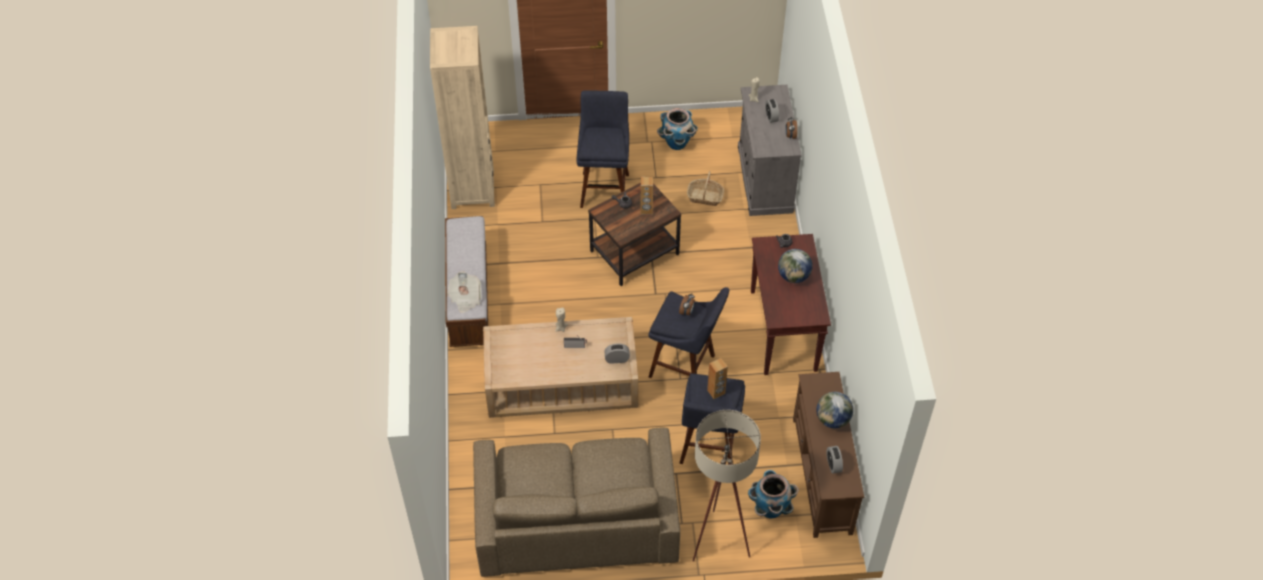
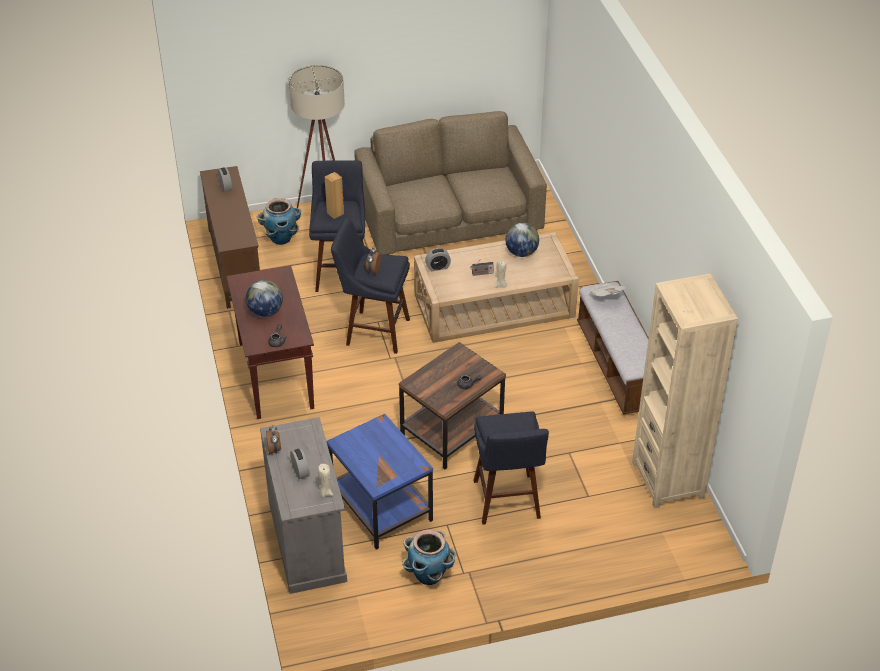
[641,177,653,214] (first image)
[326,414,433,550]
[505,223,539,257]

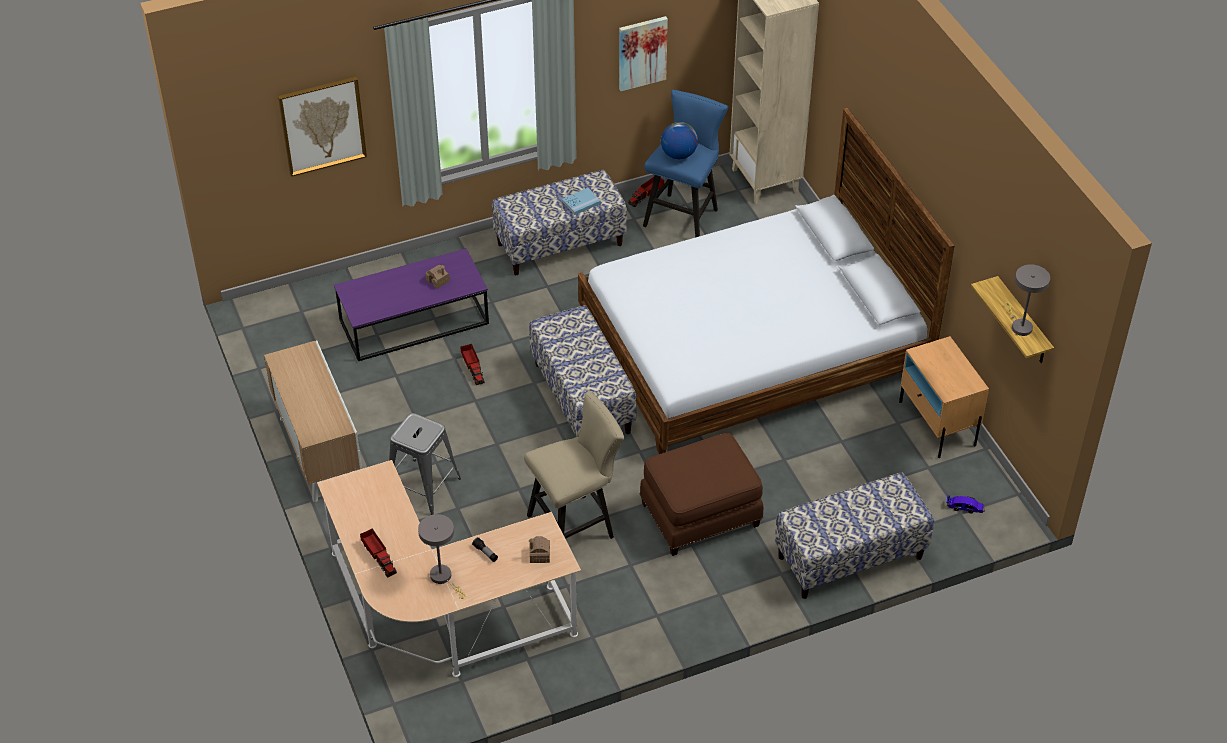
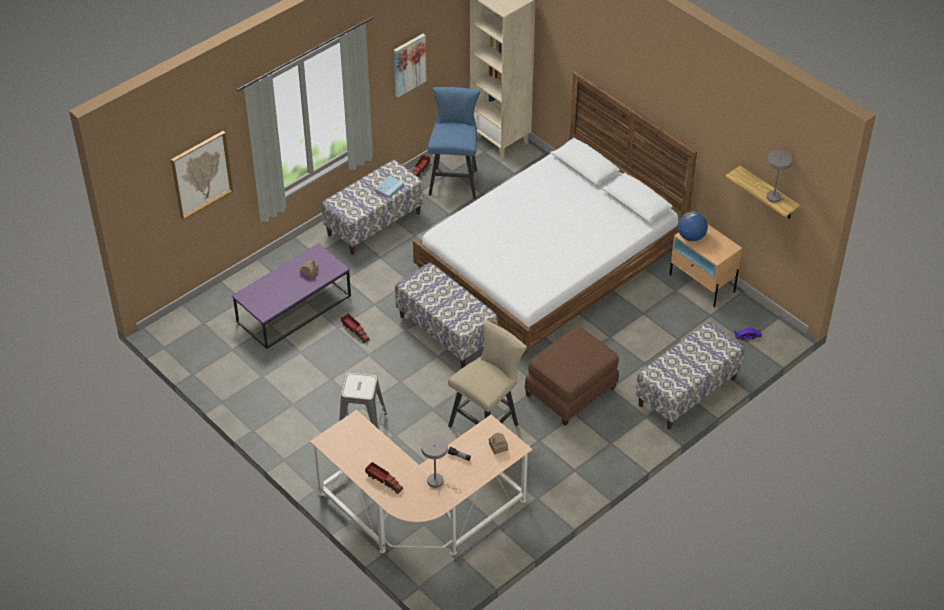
[264,340,362,502] (first image)
[678,211,708,241]

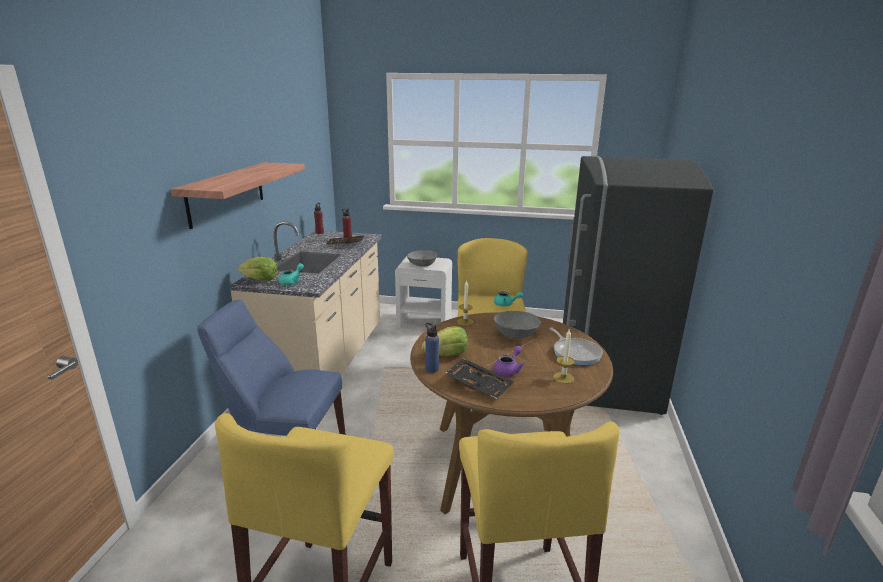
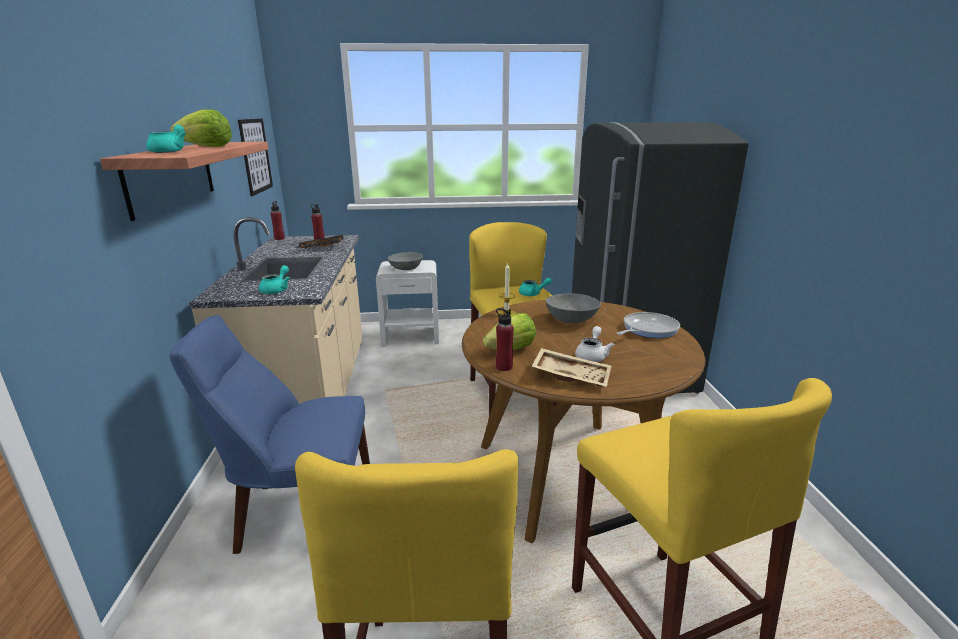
[170,109,232,147]
[496,308,514,371]
[531,348,611,387]
[575,326,615,362]
[617,312,680,338]
[553,329,575,384] (first image)
[146,125,186,153]
[238,118,273,196]

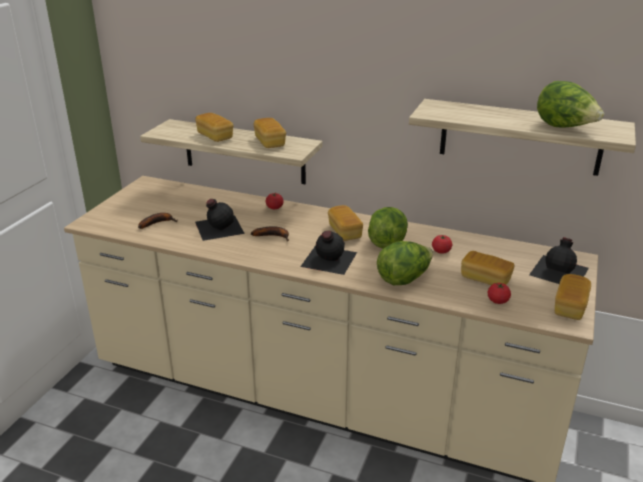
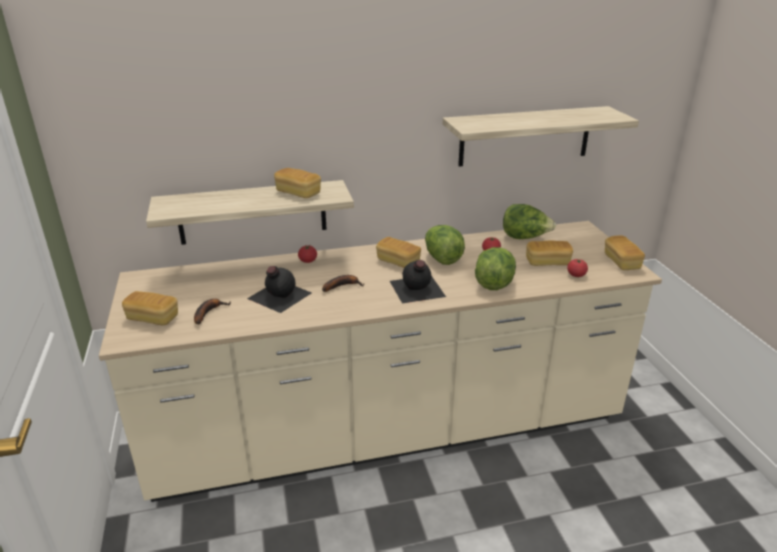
[122,291,178,325]
[529,237,589,284] (first image)
[503,204,556,239]

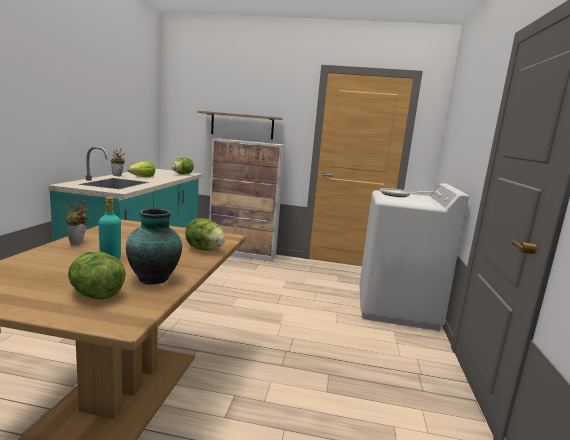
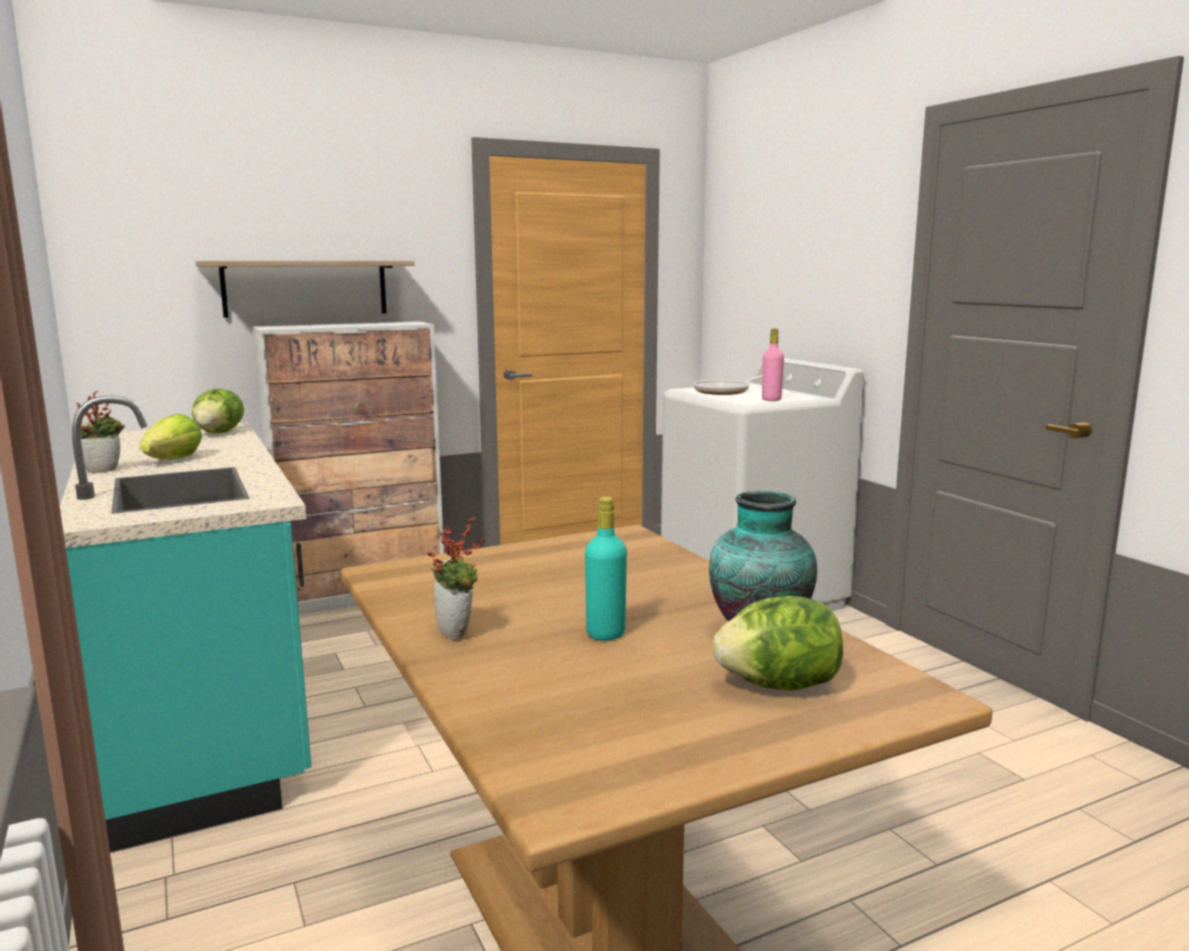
[185,218,225,250] (first image)
[762,328,784,401]

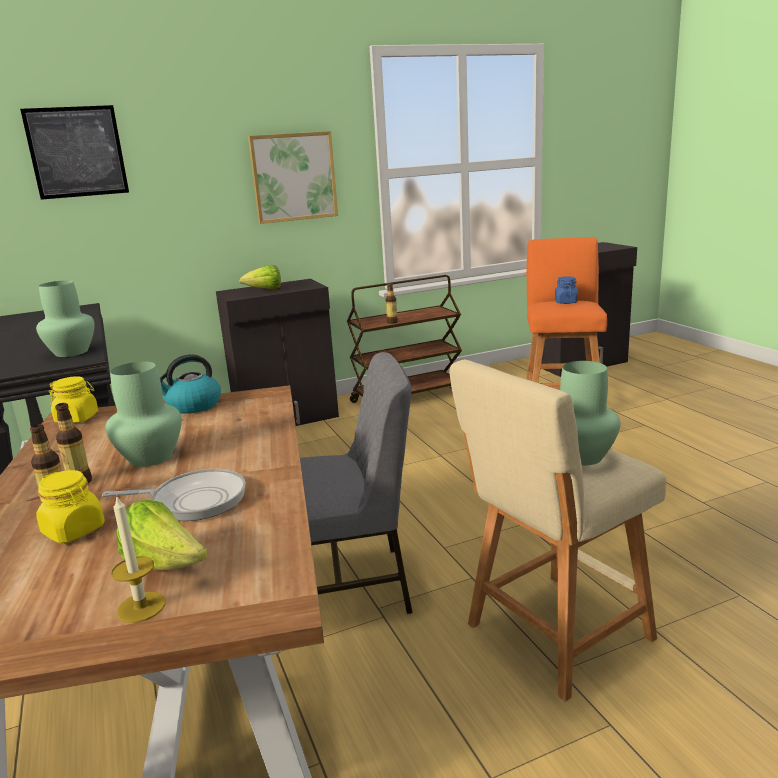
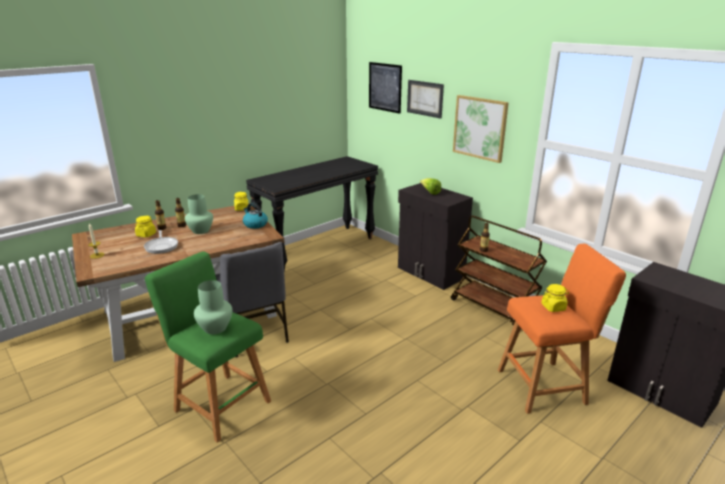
[36,280,94,357] (first image)
[116,500,208,570] (first image)
[145,251,271,443]
[542,284,569,312]
[407,80,444,119]

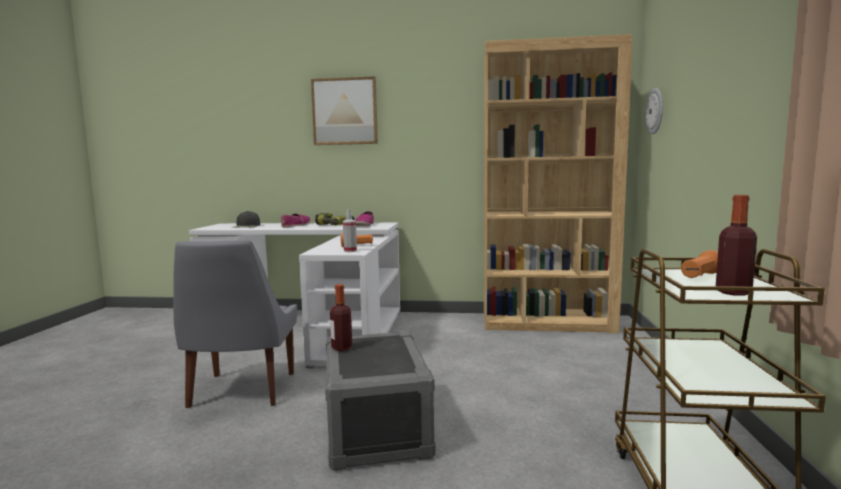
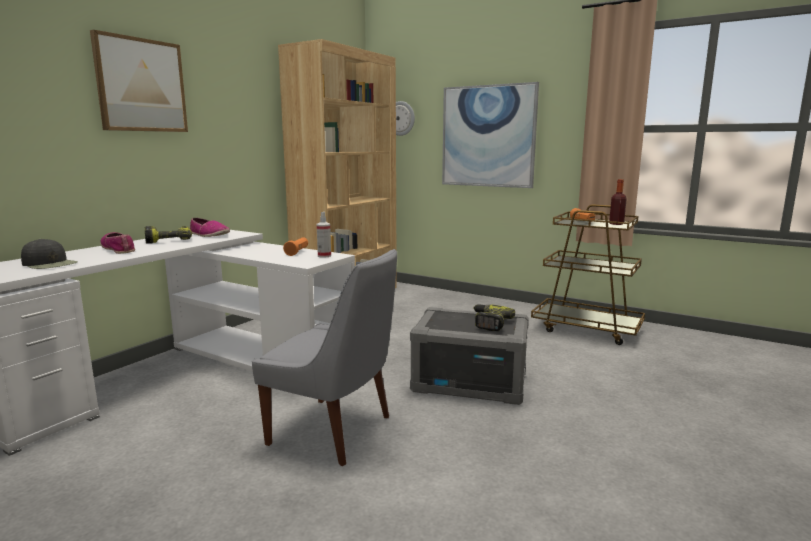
[330,284,352,351] (first image)
[442,82,539,188]
[473,304,515,331]

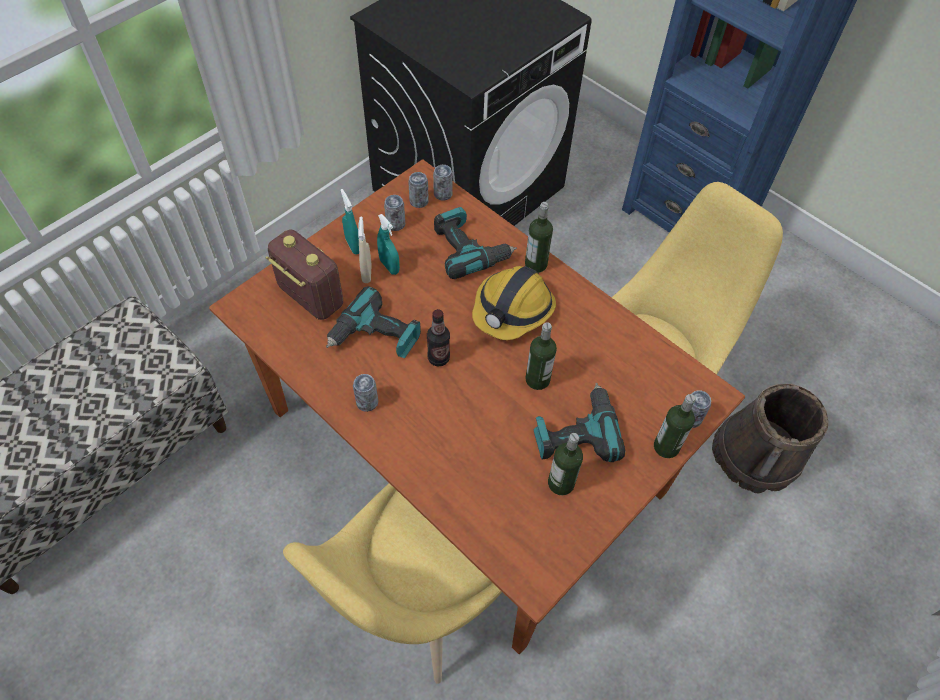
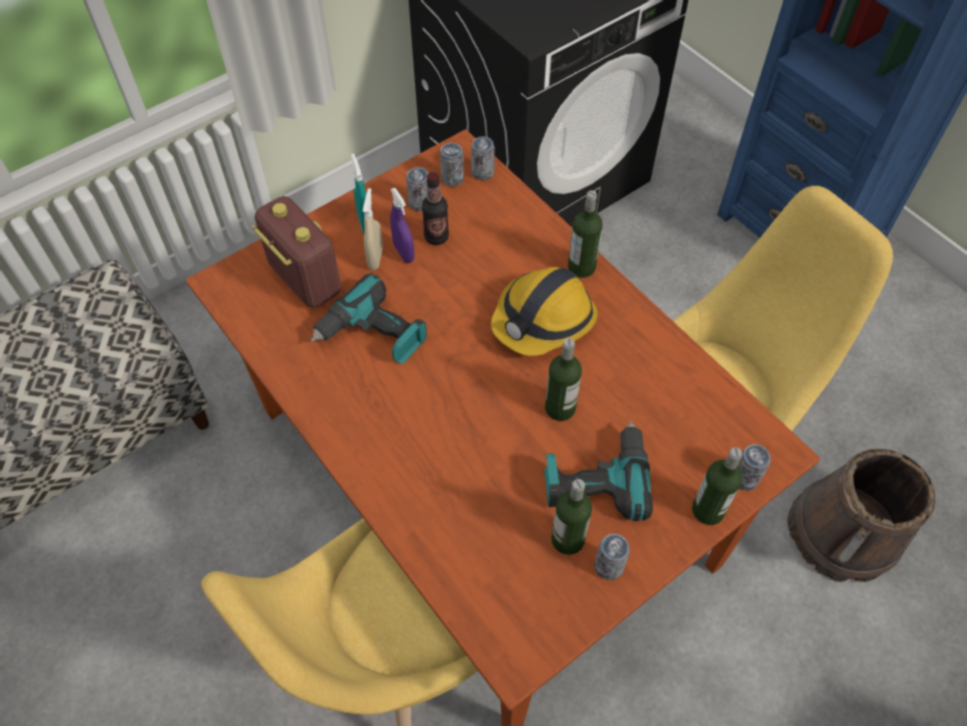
[594,534,630,580]
[390,188,415,263]
[422,172,449,245]
[434,207,517,279] (first image)

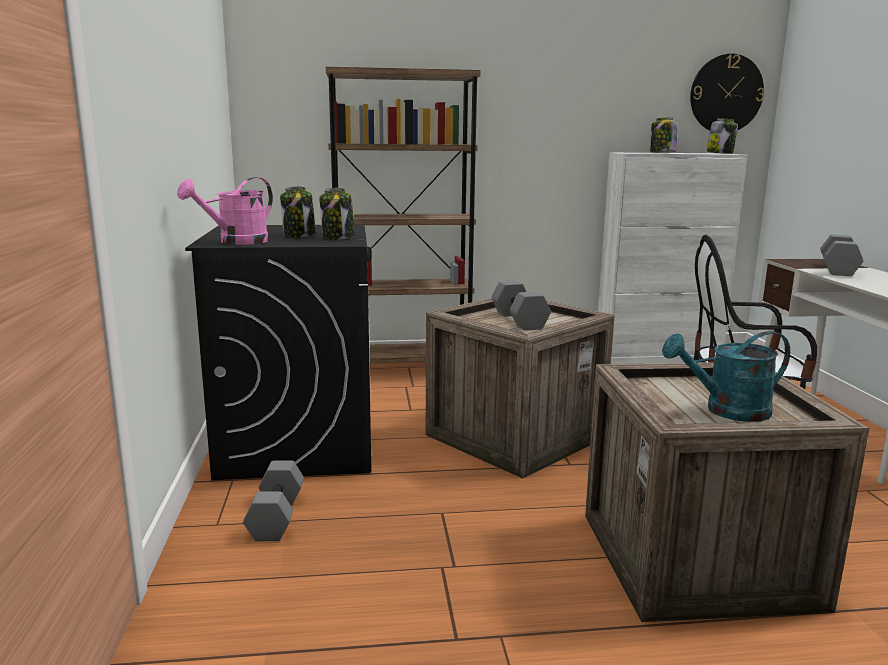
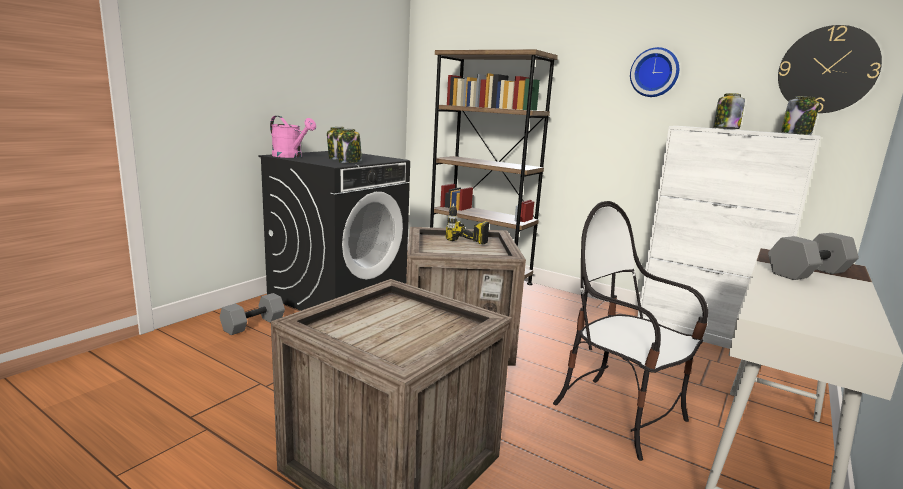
[270,116,316,158]
[446,203,489,245]
[662,331,790,422] (first image)
[630,47,679,97]

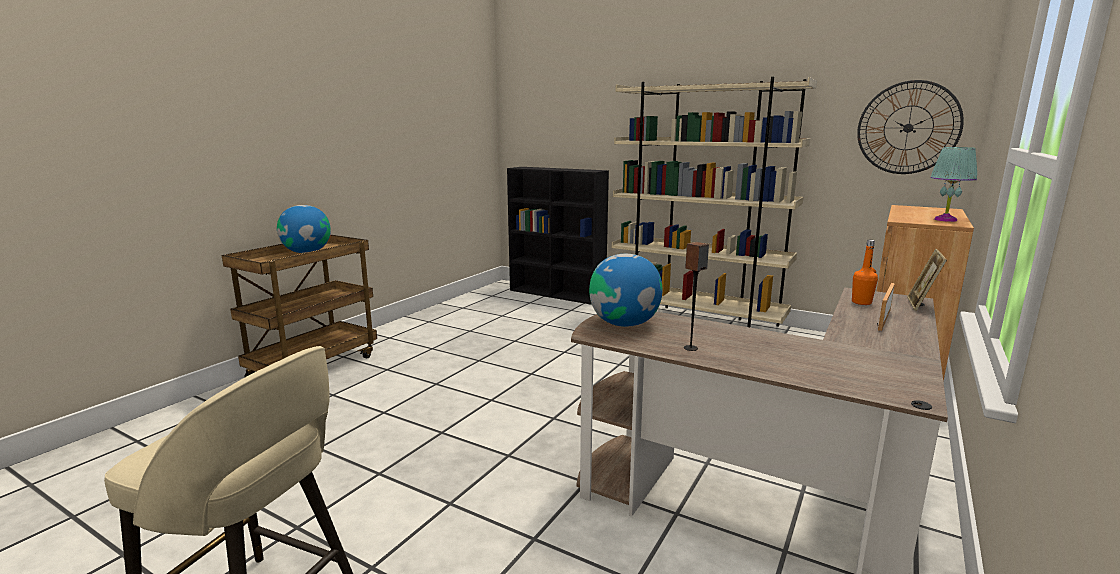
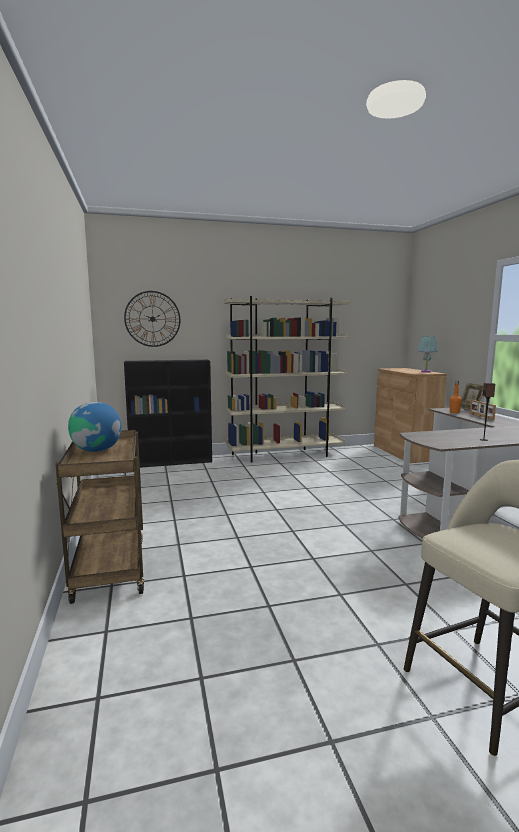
[589,254,662,327] (first image)
[124,291,180,347]

